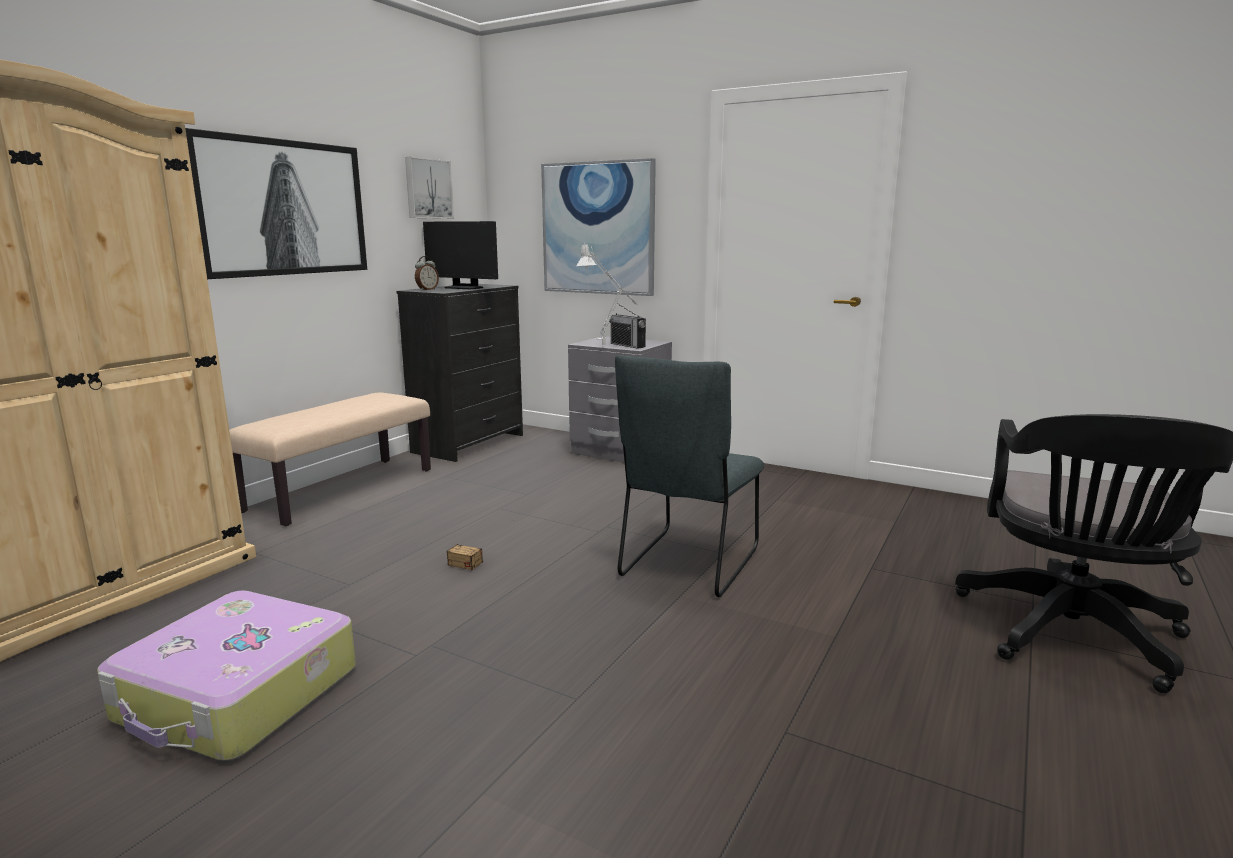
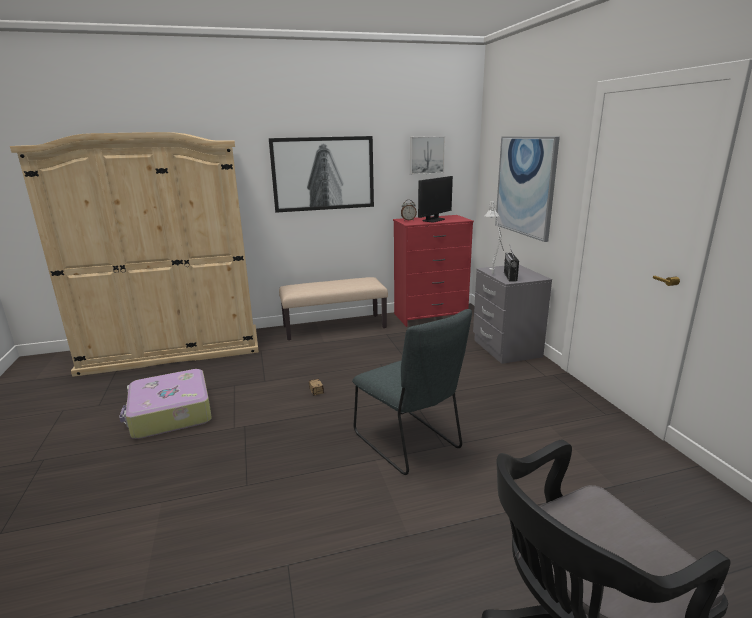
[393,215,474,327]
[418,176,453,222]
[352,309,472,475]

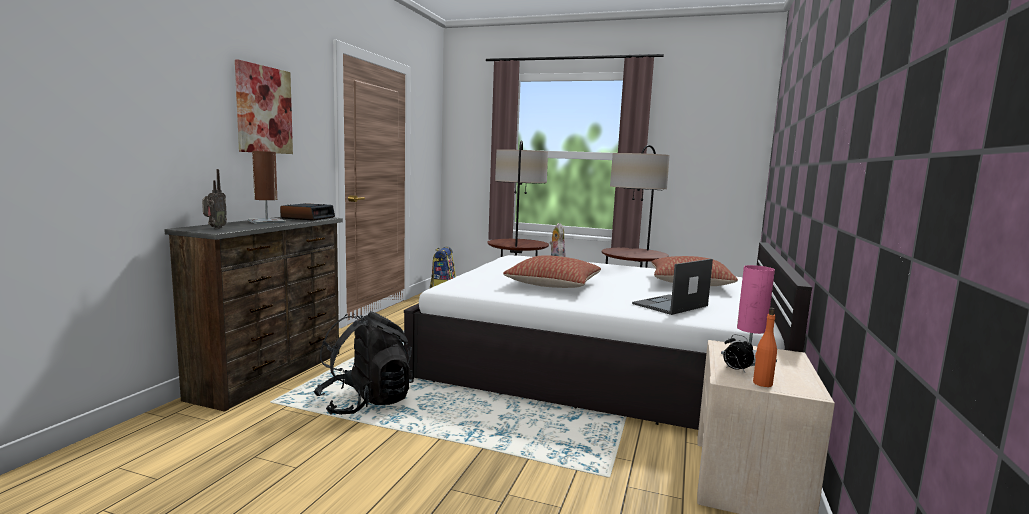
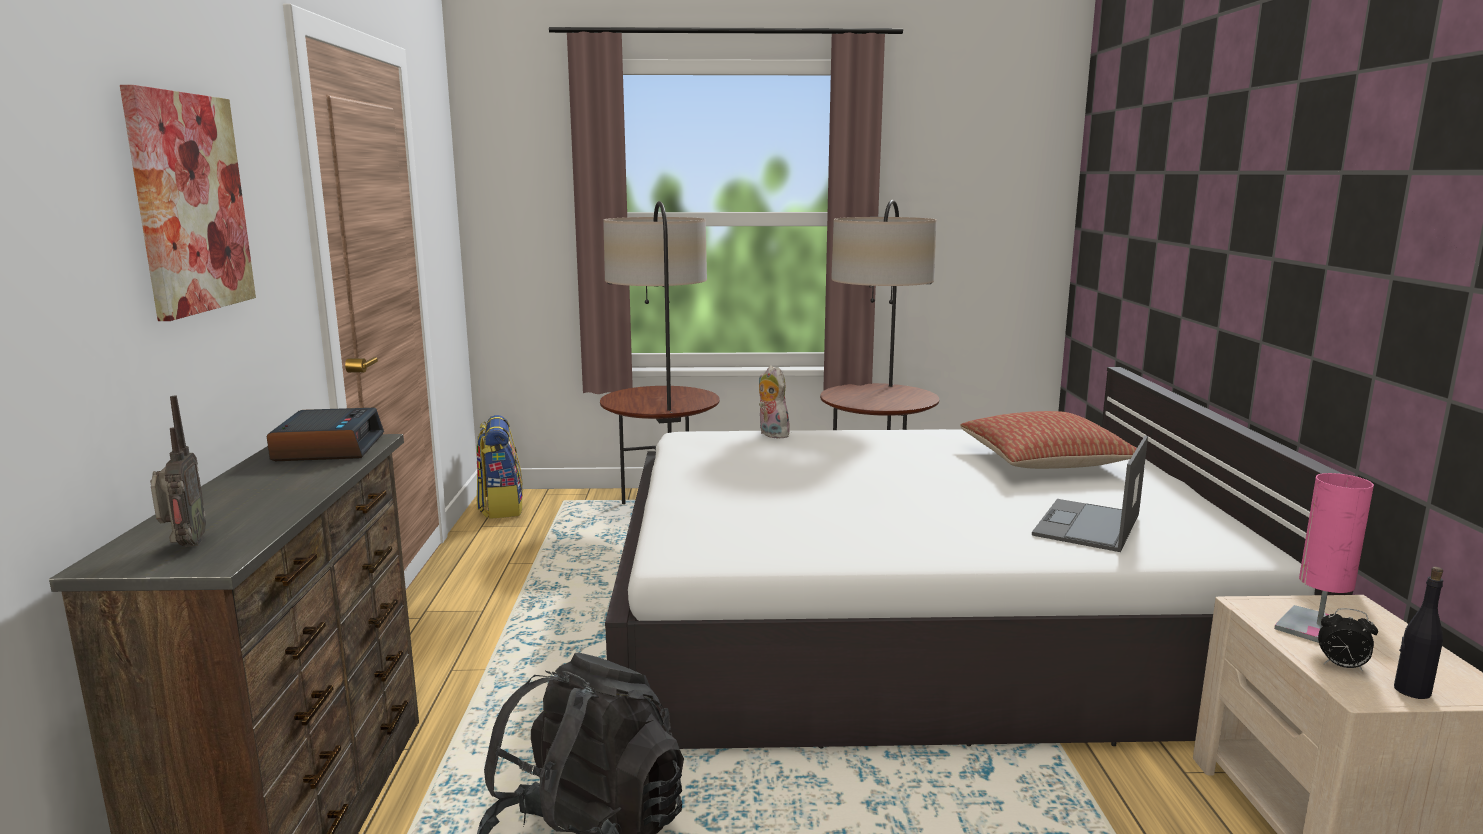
[248,151,286,224] (first image)
[503,256,601,288] (first image)
[1394,567,1443,699]

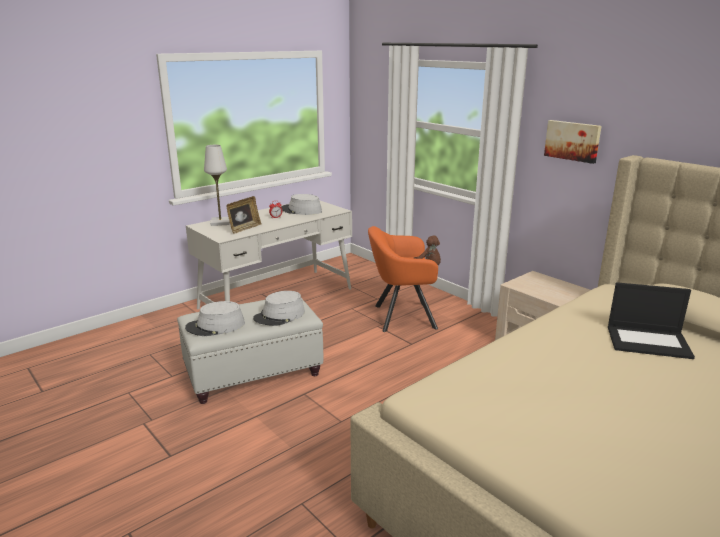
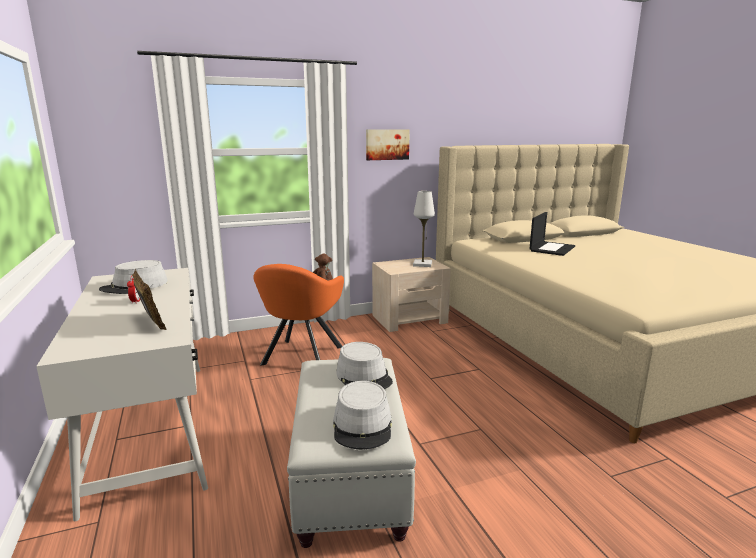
[413,191,435,267]

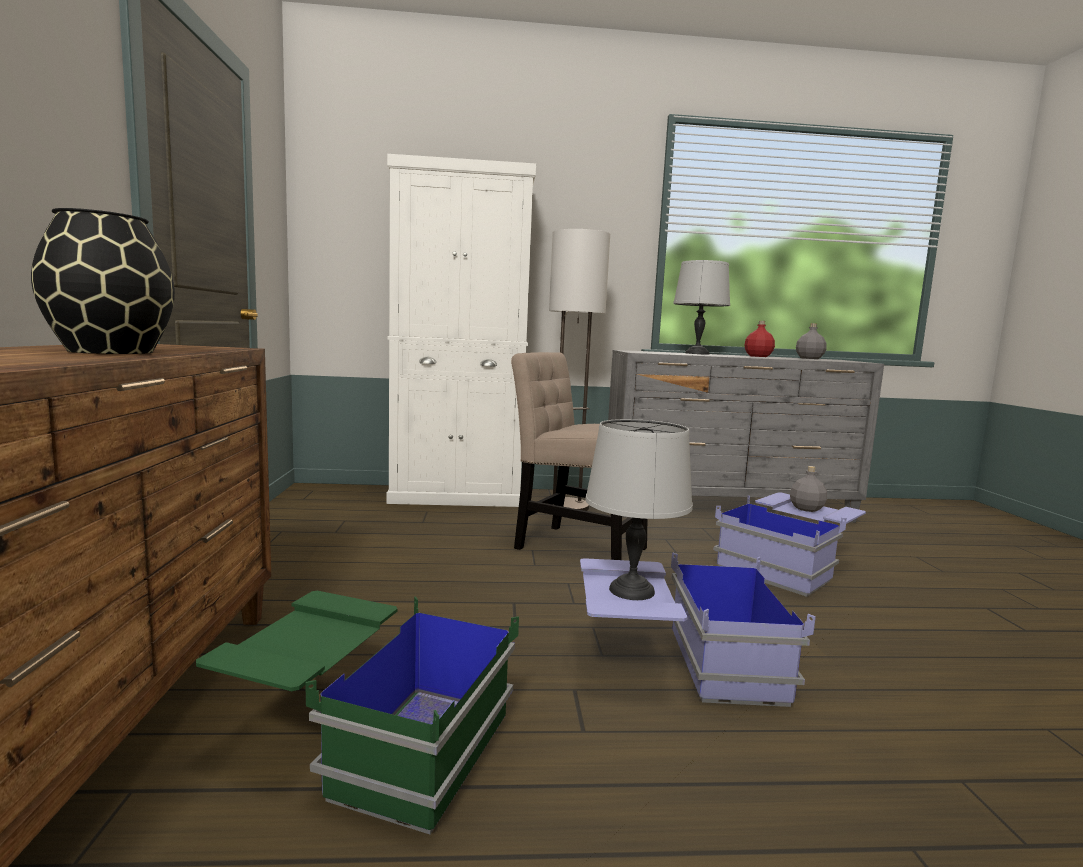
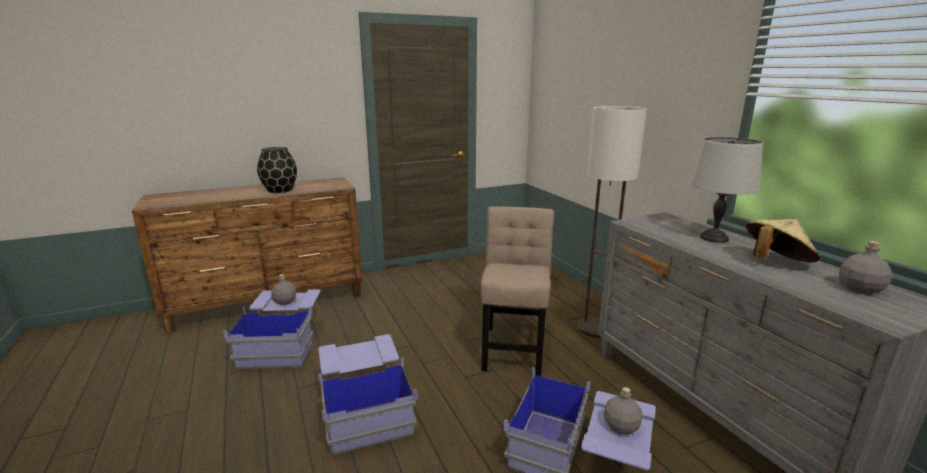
[223,289,321,369]
[386,154,536,507] (first image)
[585,419,693,600] (first image)
[745,219,820,263]
[271,274,297,305]

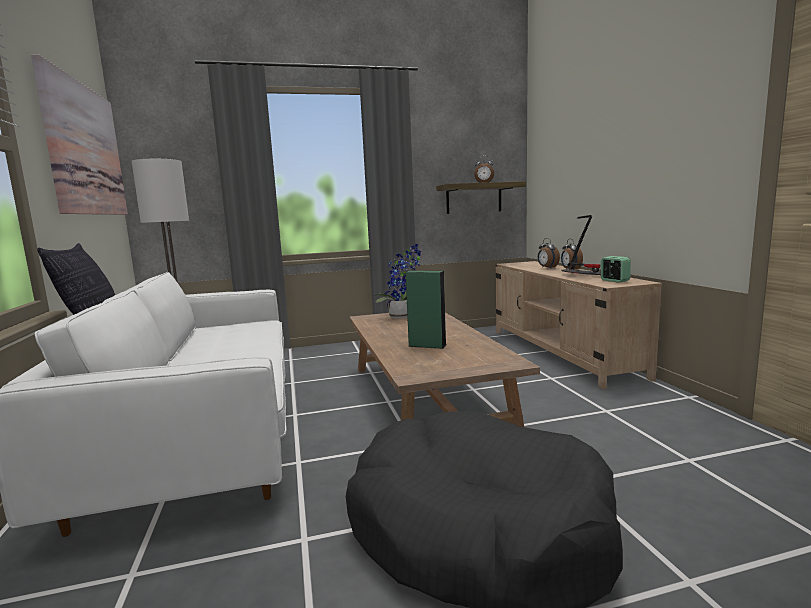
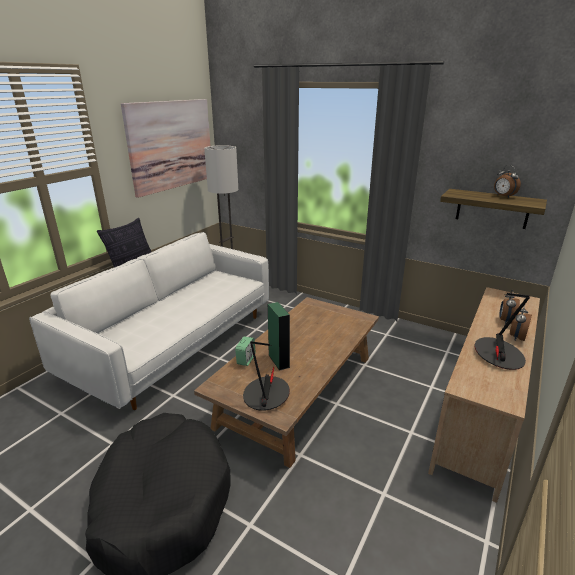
[375,244,421,319] (first image)
[235,336,256,366]
[243,341,290,411]

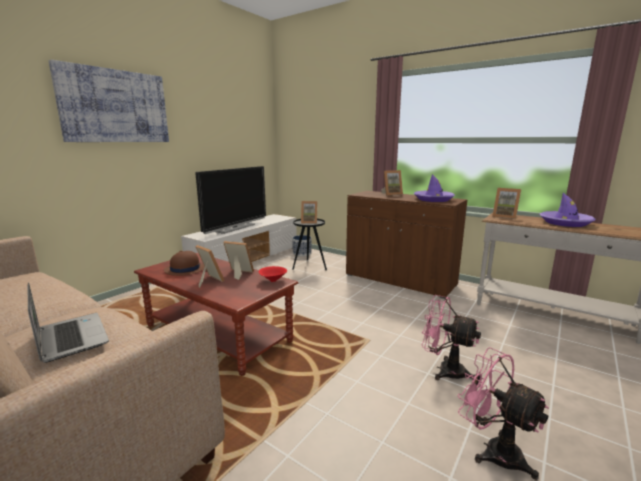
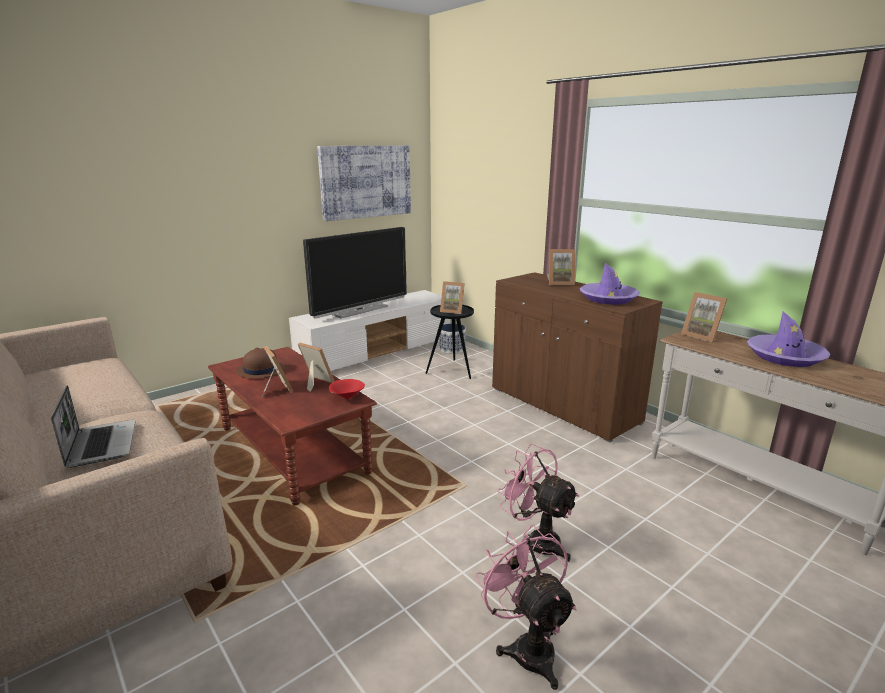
[317,146,411,221]

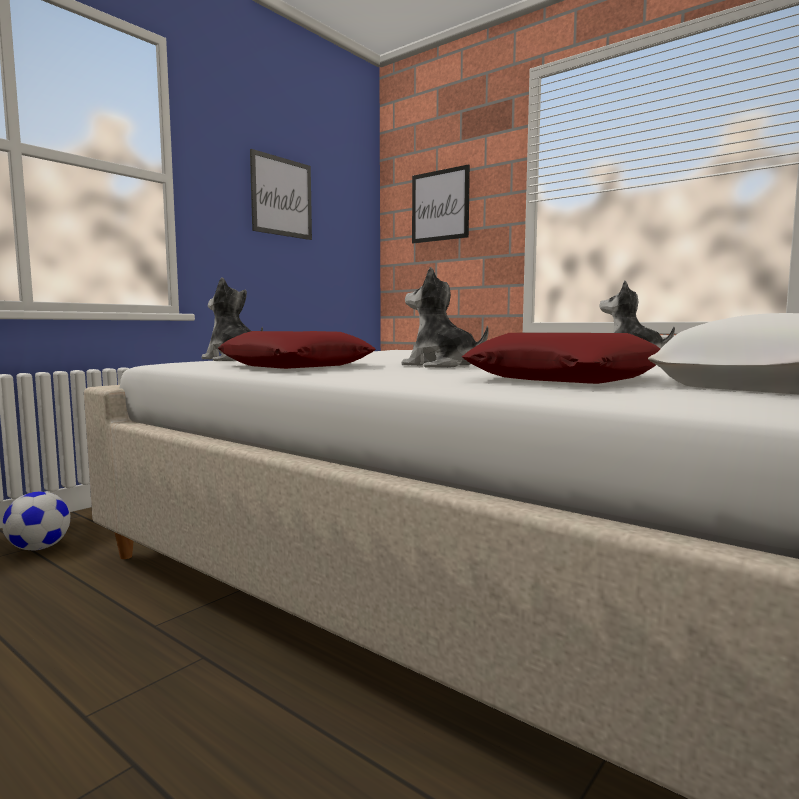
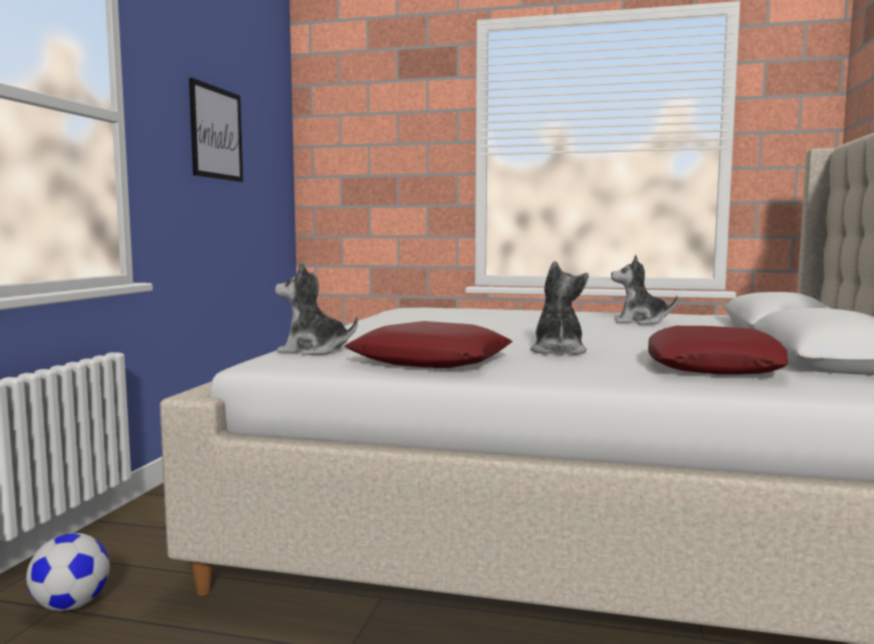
[530,261,589,355]
[412,164,470,243] (first image)

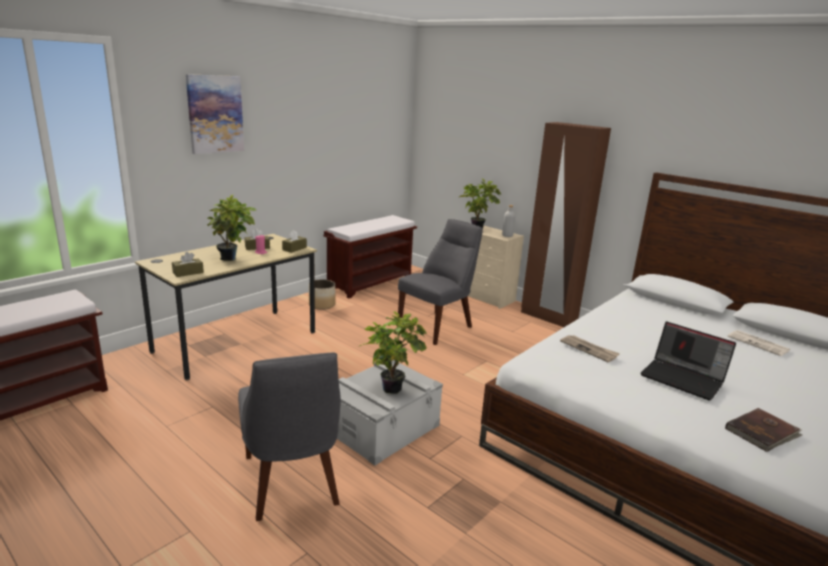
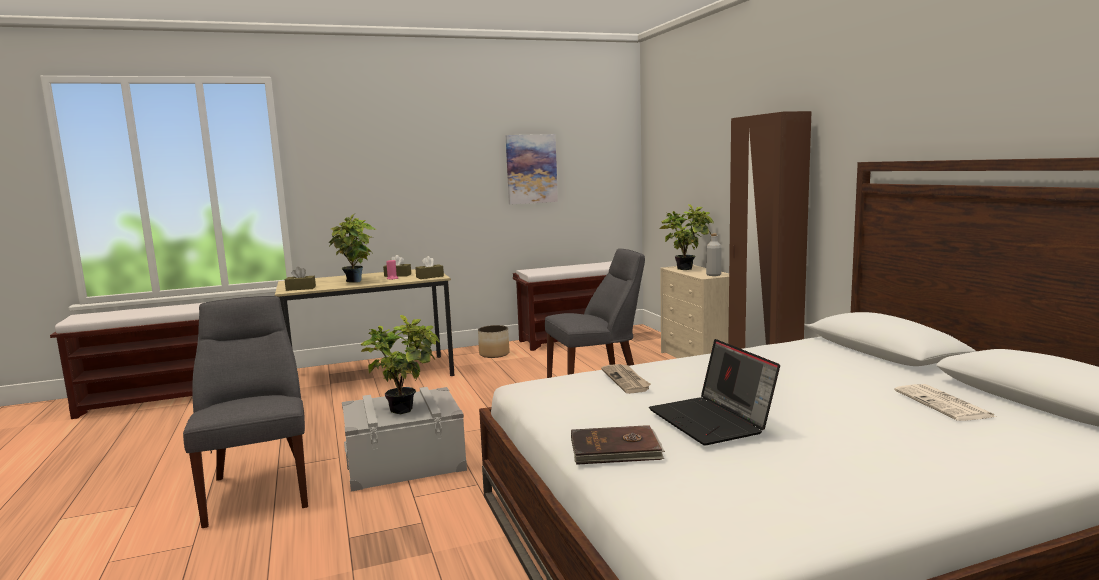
[506,134,558,205]
[183,296,308,528]
[571,425,665,465]

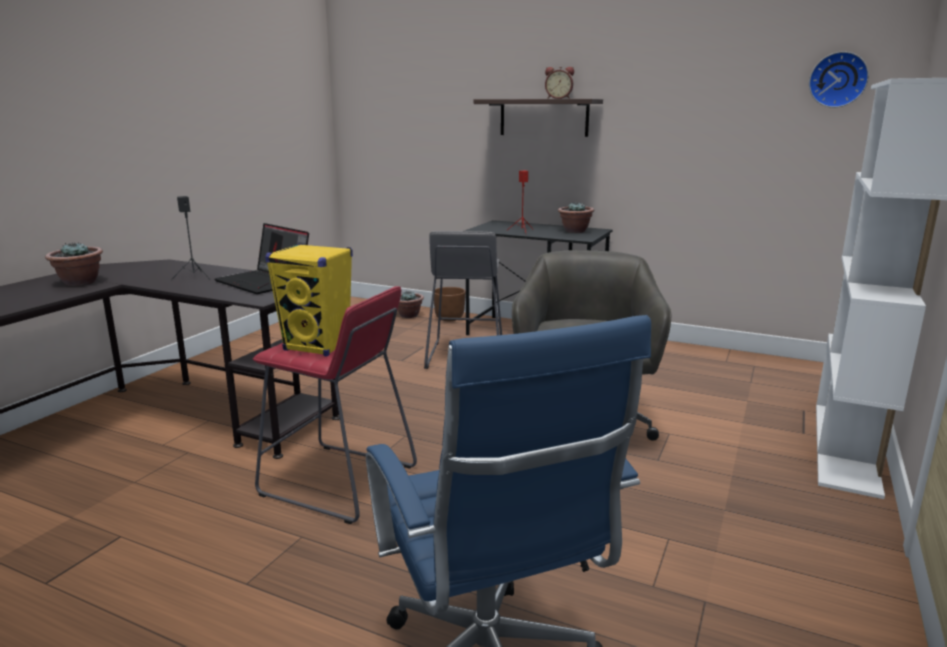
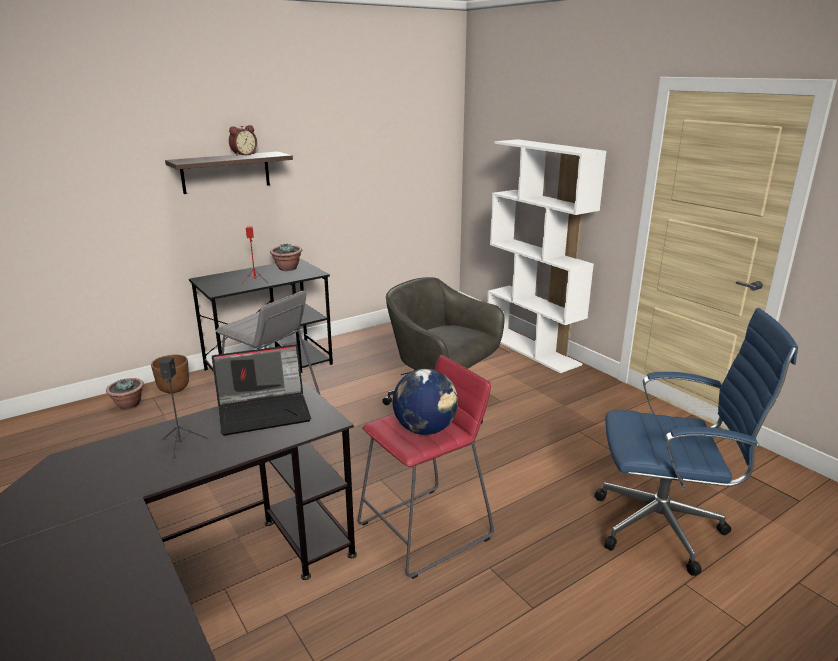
[45,243,103,286] (first image)
[393,369,458,435]
[809,51,869,108] (first image)

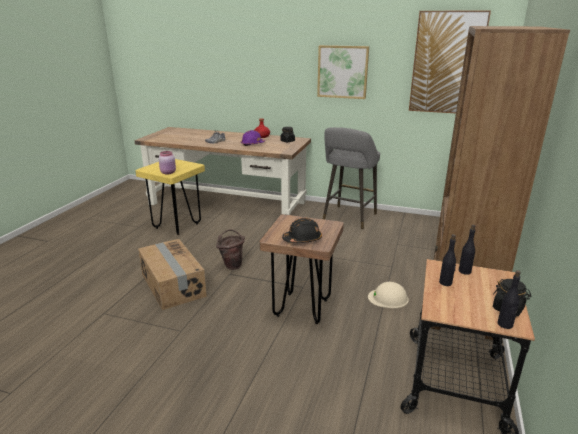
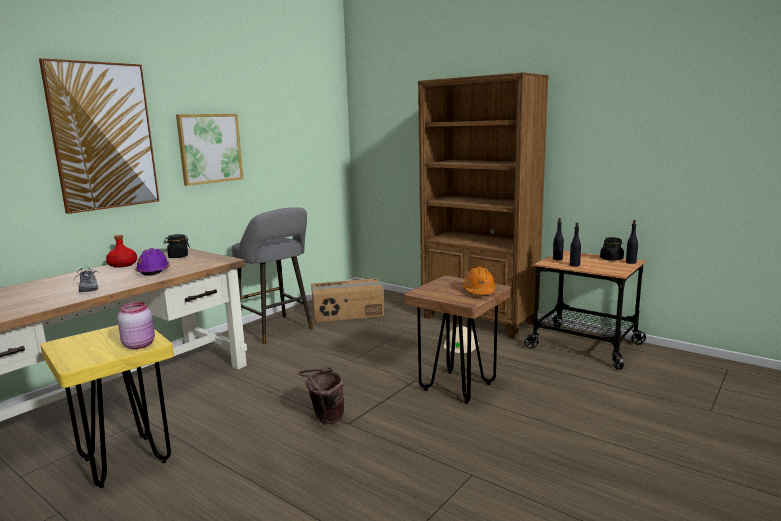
[311,278,384,322]
[463,266,497,294]
[39,58,159,214]

